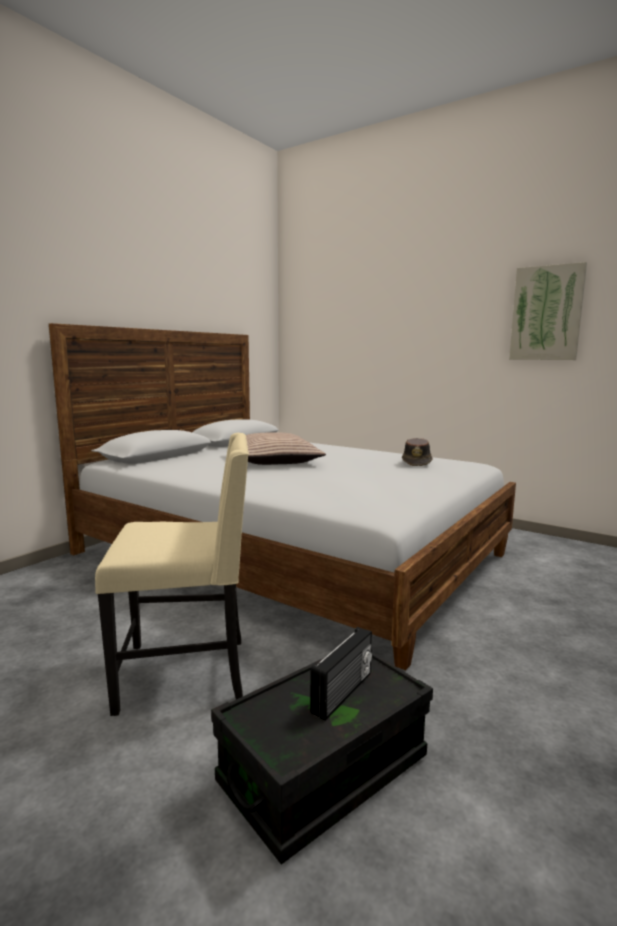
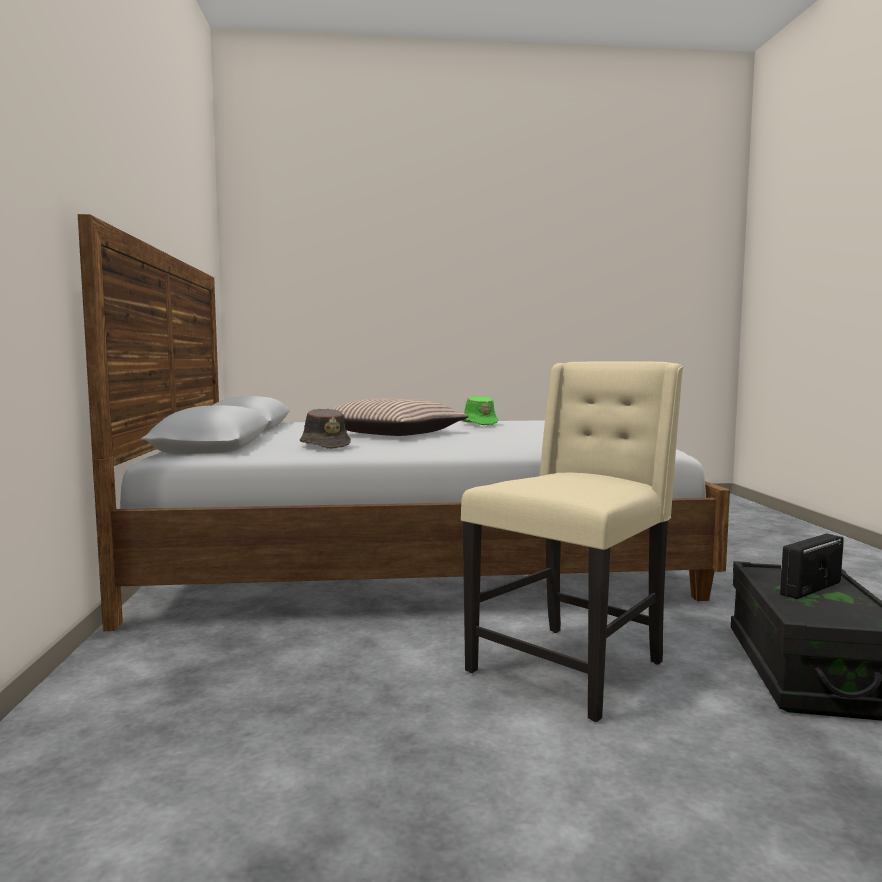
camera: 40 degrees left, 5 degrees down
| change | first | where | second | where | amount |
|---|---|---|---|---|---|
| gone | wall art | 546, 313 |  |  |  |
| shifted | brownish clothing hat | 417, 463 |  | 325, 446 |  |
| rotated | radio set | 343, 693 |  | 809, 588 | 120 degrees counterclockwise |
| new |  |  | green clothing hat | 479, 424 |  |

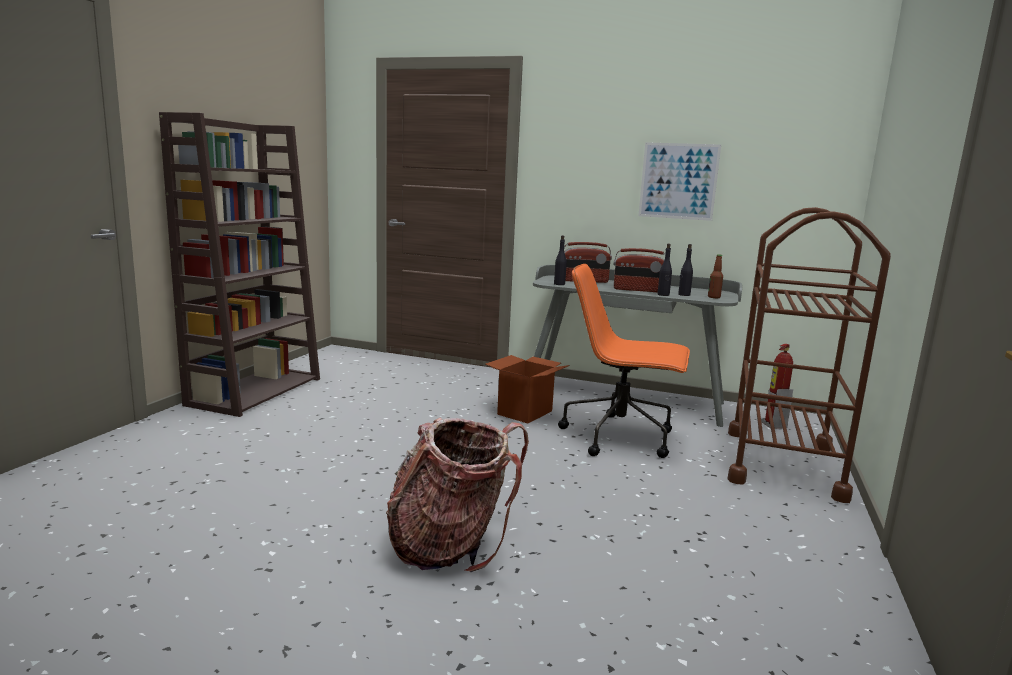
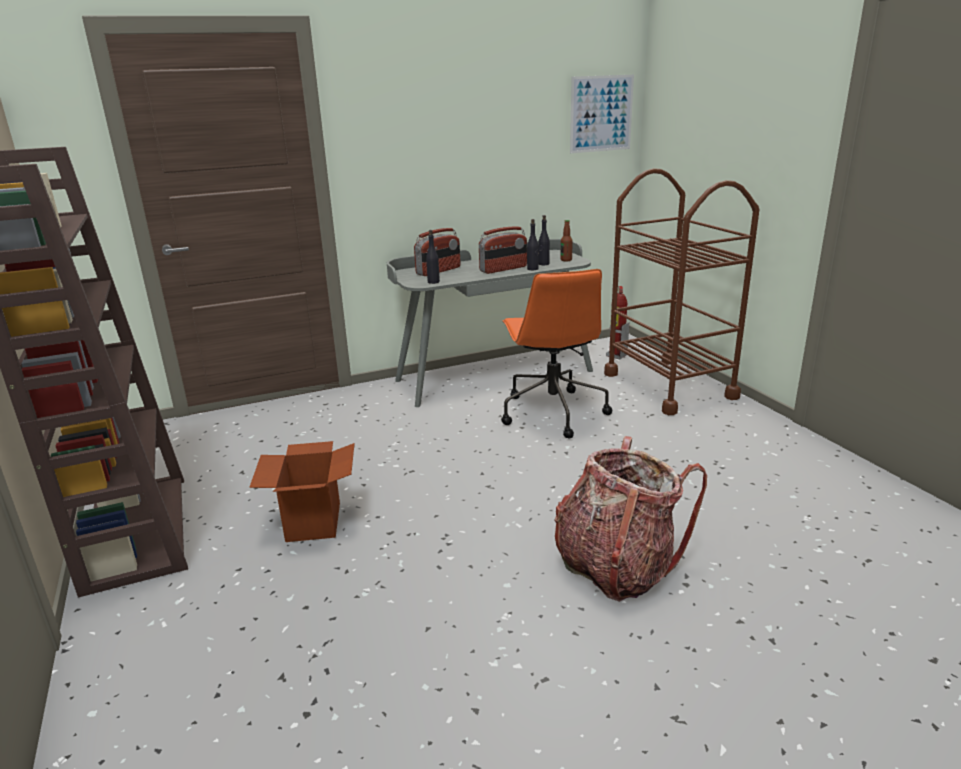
camera: 40 degrees left, 10 degrees up
| change | first | where | second | where | amount |
|---|---|---|---|---|---|
| shifted | wall art | 678, 181 |  | 601, 114 |  |
| rotated | orange-coloured computer chair | 620, 437 |  | 552, 412 | 75 degrees counterclockwise |
| shifted | cardboard box | 525, 412 |  | 313, 521 |  |

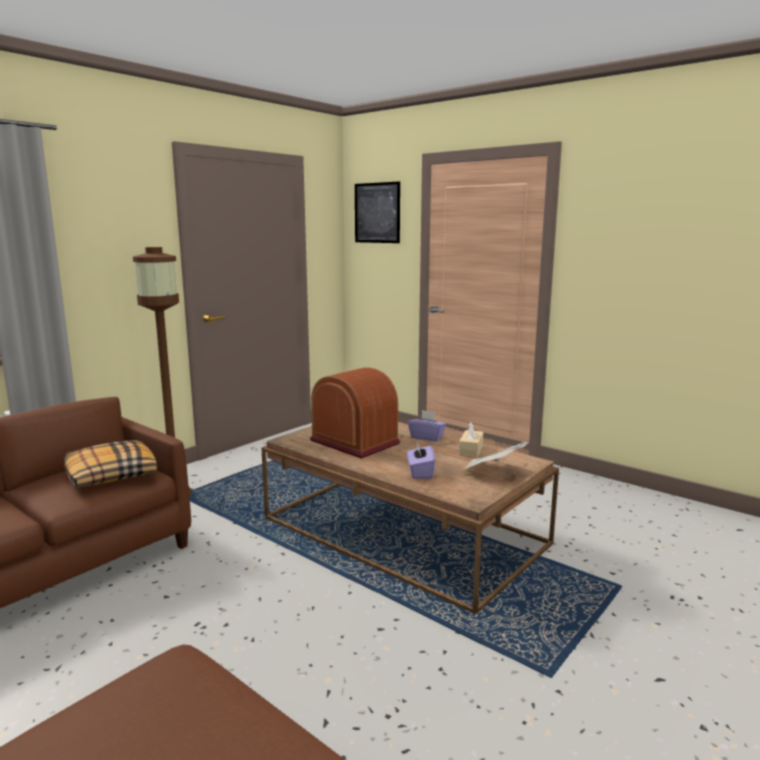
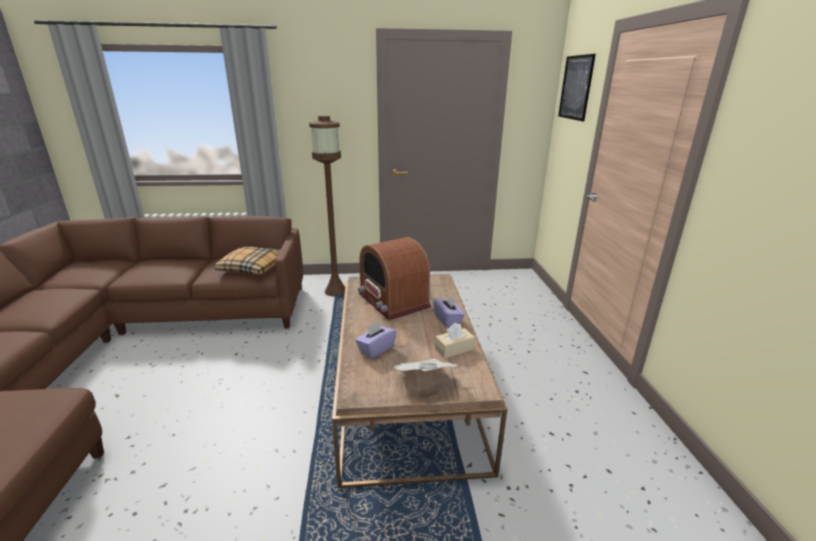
camera: 45 degrees right, 10 degrees up
| change | first | where | second | where | amount |
|---|---|---|---|---|---|
| rotated | radio set | 355, 441 |  | 393, 300 | 150 degrees clockwise |

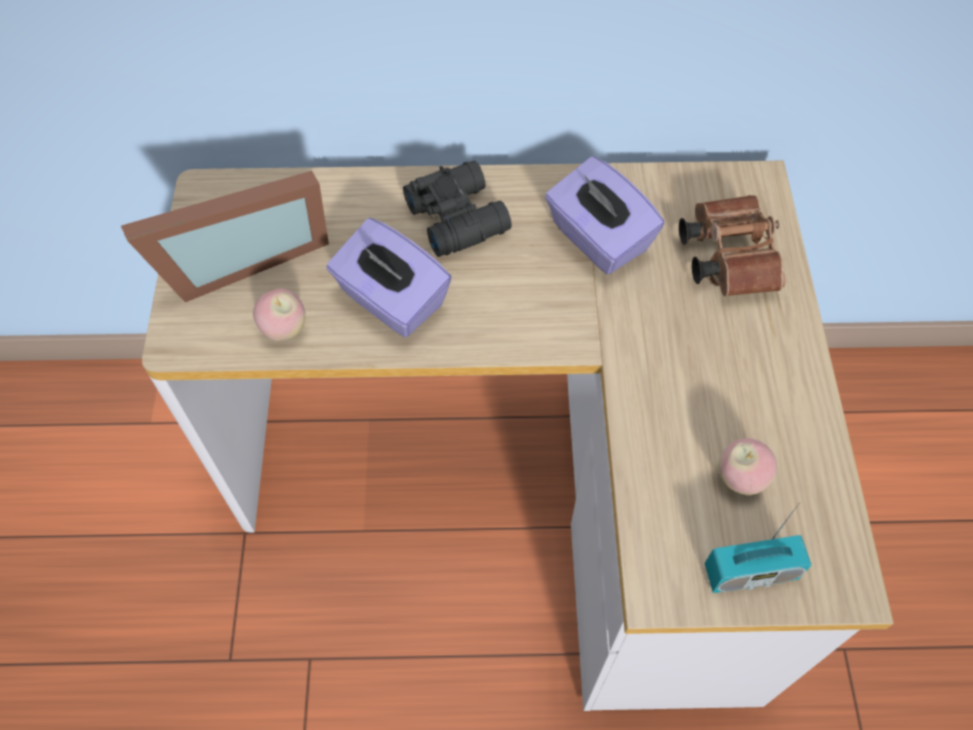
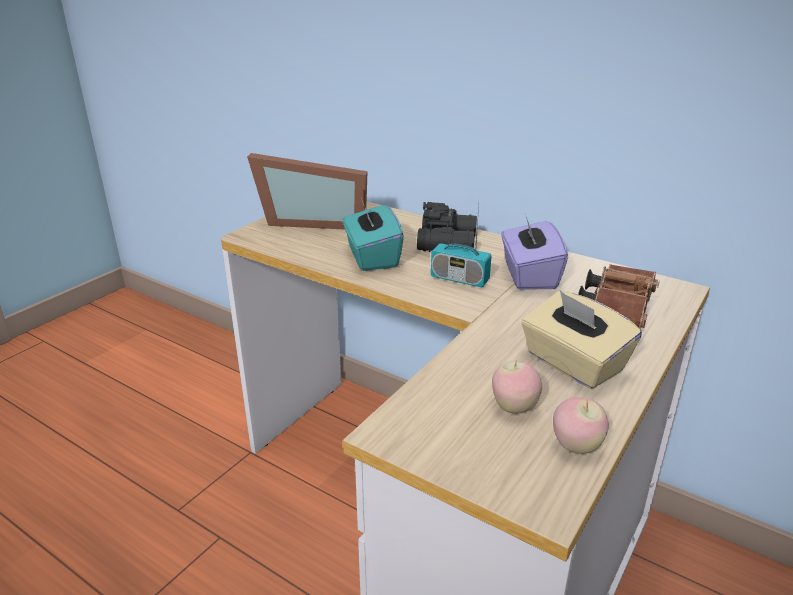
camera: 35 degrees right, 30 degrees down
| change | first | where | second | where | amount |
|---|---|---|---|---|---|
| repainted | purple-coloured tissue box | 391, 300 | turquoise-coloured tissue box | 371, 257 |  |
| shifted | apple | 284, 329 |  | 576, 446 |  |
| shifted | radio set | 750, 573 |  | 459, 279 |  |
| new |  |  | sand-coloured tissue box | 573, 364 |  |

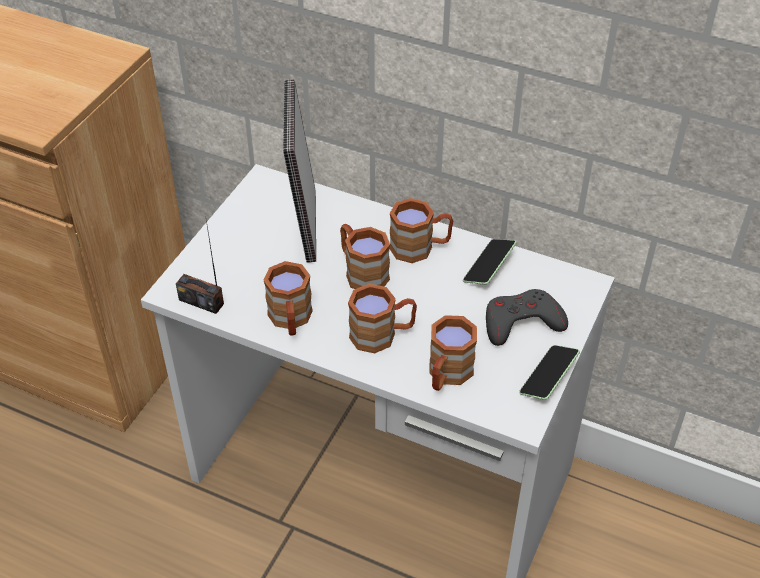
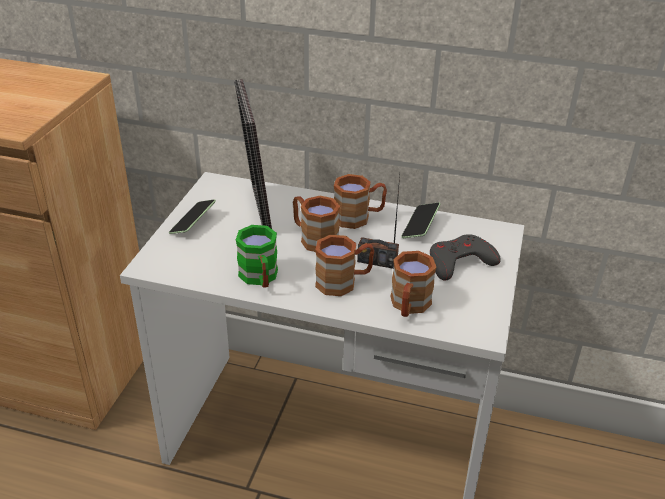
camera: 10 degrees left, 10 degrees down
| change | first | where | second | where | amount |
|---|---|---|---|---|---|
| shifted | radio set | 201, 301 |  | 377, 261 |  |
| repainted | brownish mug | 290, 320 | green mug | 260, 278 |  |
| shifted | phone | 548, 378 |  | 193, 223 |  |

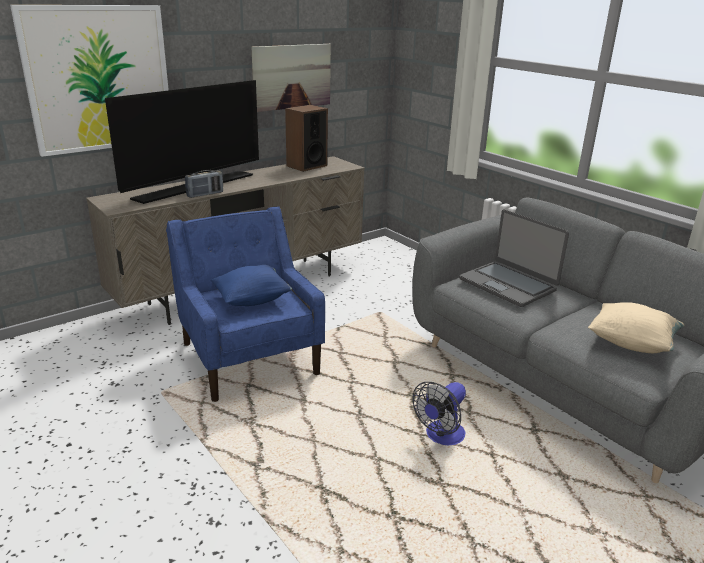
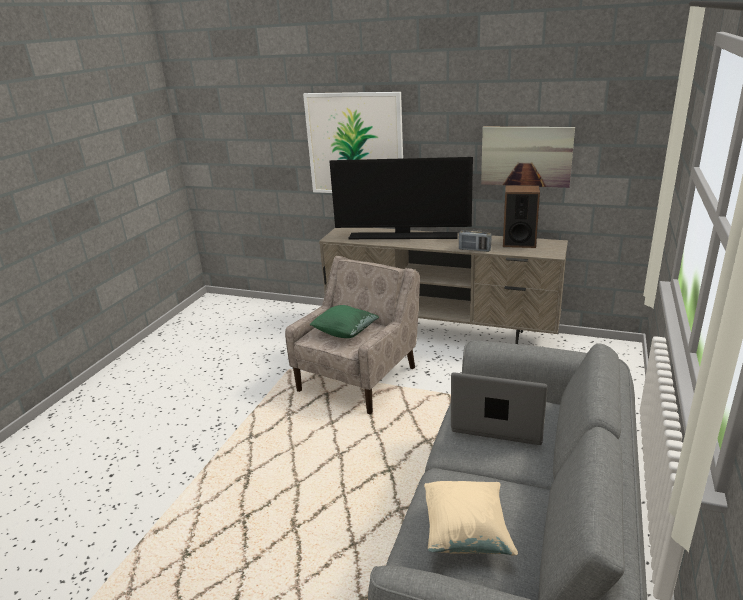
camera: 60 degrees right, 0 degrees up
| change | first | where | second | where | amount |
|---|---|---|---|---|---|
| shifted | radio set | 205, 194 |  | 474, 250 |  |
| repainted | blue lounge chair | 249, 357 | sand-coloured lounge chair | 358, 378 |  |
| rotated | notebook computer | 508, 284 |  | 499, 421 | 90 degrees clockwise |
| repainted | blue pillow | 252, 300 | green pillow | 345, 333 |  |
| gone | fan | 441, 437 |  |  |  |

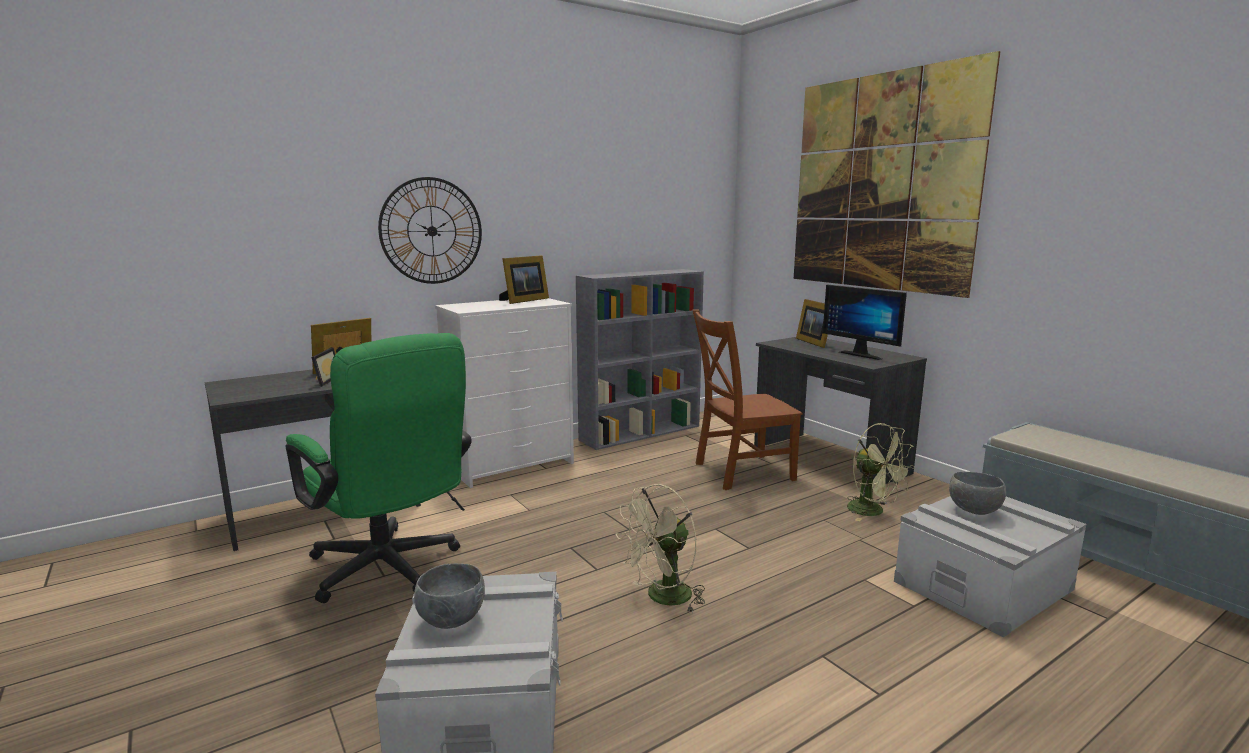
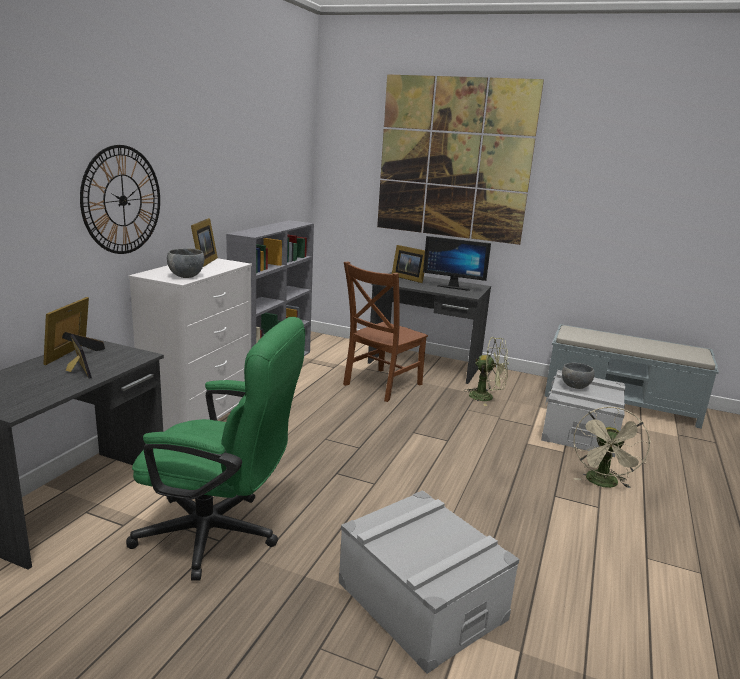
camera: 35 degrees left, 5 degrees up
| change | first | where | second | where | amount |
|---|---|---|---|---|---|
| shifted | sand-coloured fan | 662, 598 |  | 603, 484 |  |
| shifted | gray deep dish | 451, 620 |  | 185, 276 |  |

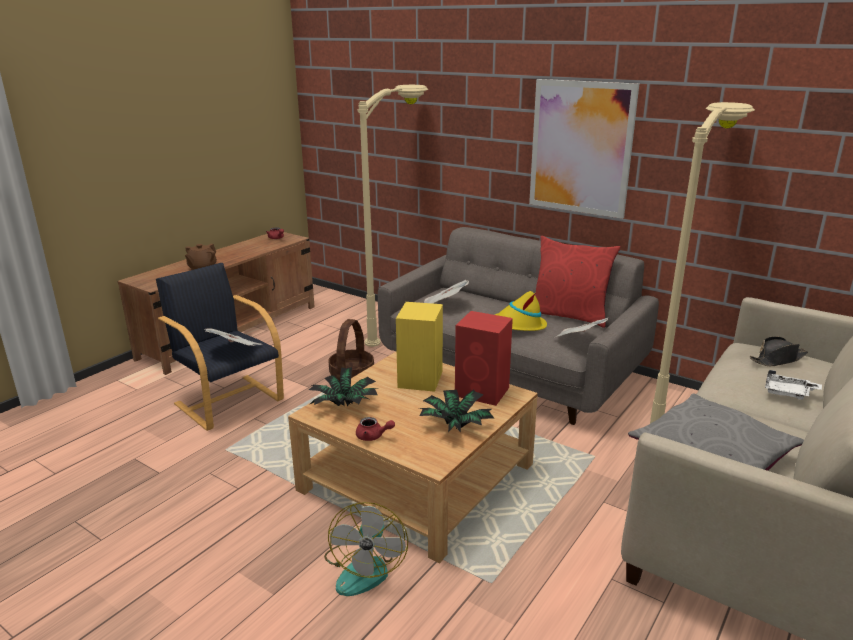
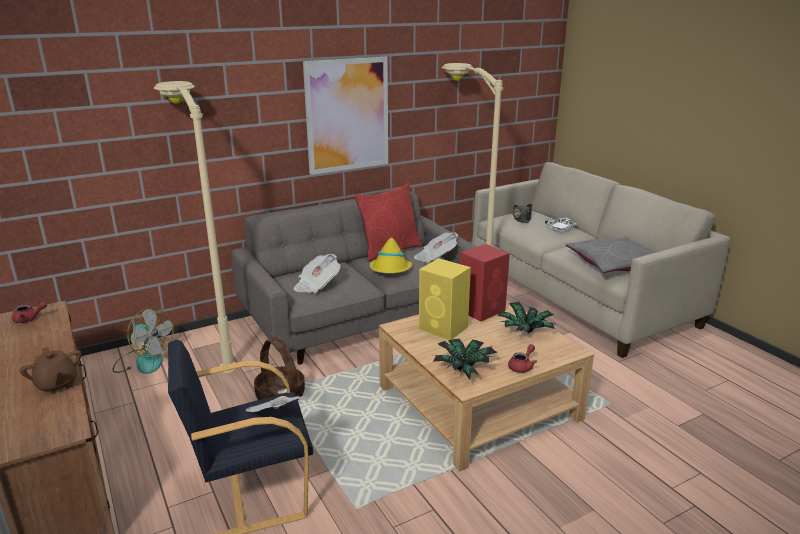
camera: 65 degrees left, 0 degrees up
| change | first | where | second | where | amount |
|---|---|---|---|---|---|
| shifted | fan | 365, 567 |  | 144, 361 |  |

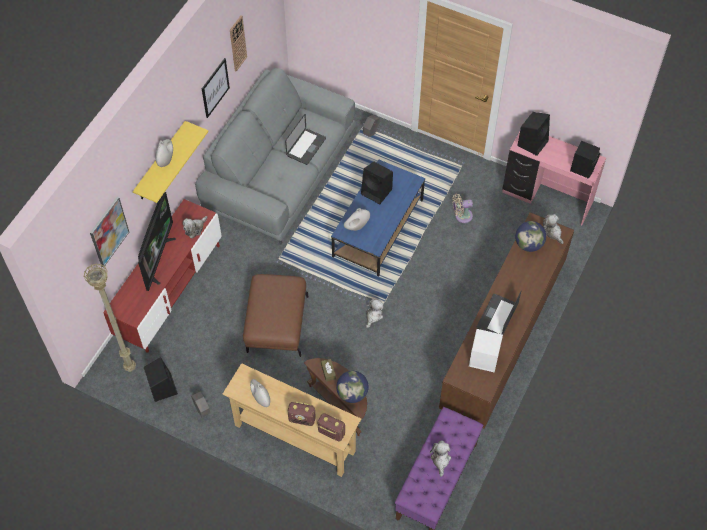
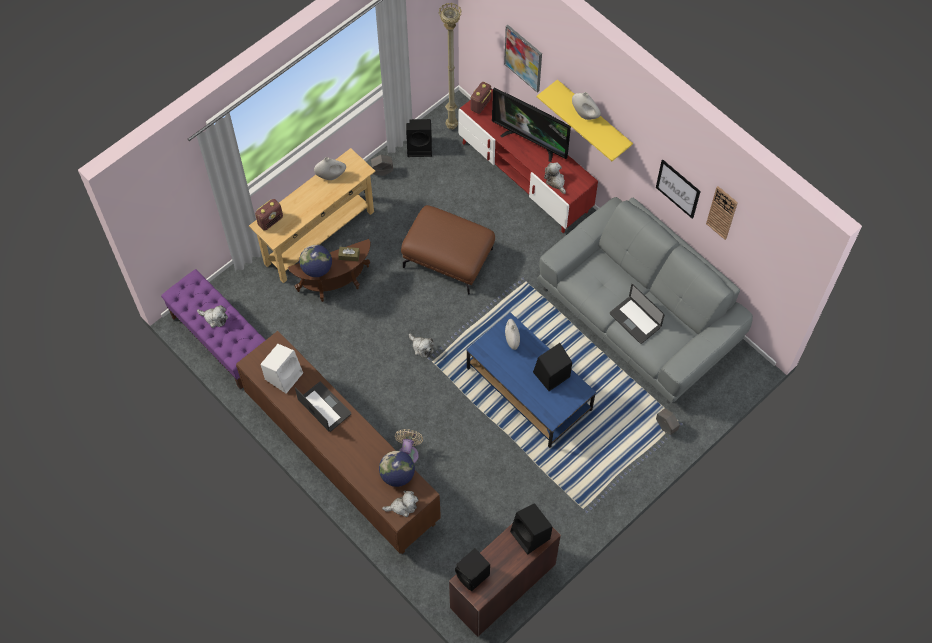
camera: 110 degrees right, 5 degrees up
| change | first | where | second | where | amount |
|---|---|---|---|---|---|
| repainted | pinkish desk | 547, 198 | brownish desk | 502, 585 |  |
| shifted | sand-coloured fan | 461, 216 |  | 408, 453 |  |
| shifted | radio set | 302, 419 |  | 480, 105 |  |

